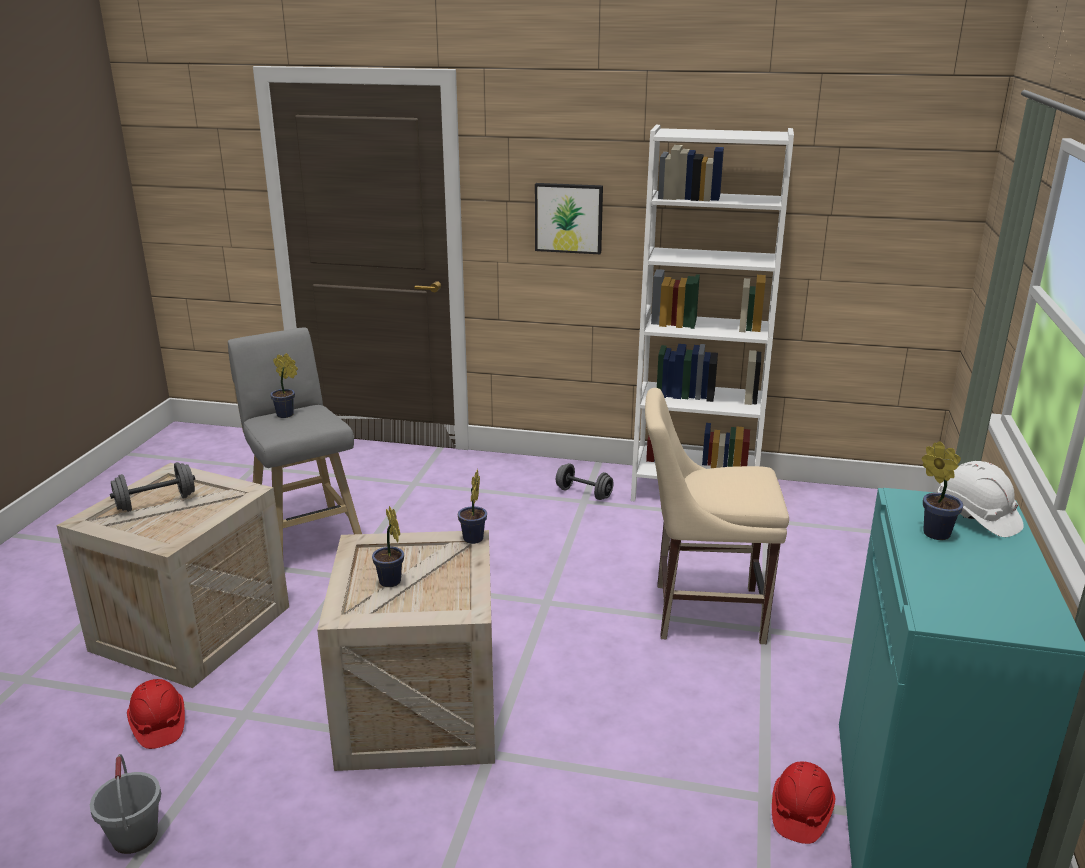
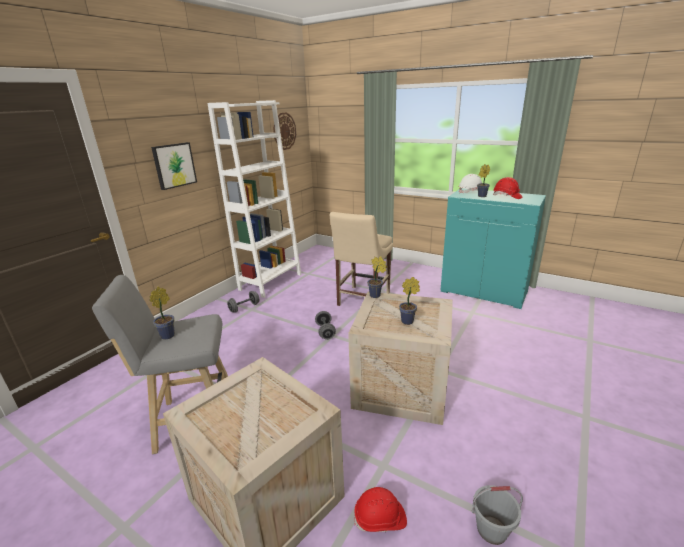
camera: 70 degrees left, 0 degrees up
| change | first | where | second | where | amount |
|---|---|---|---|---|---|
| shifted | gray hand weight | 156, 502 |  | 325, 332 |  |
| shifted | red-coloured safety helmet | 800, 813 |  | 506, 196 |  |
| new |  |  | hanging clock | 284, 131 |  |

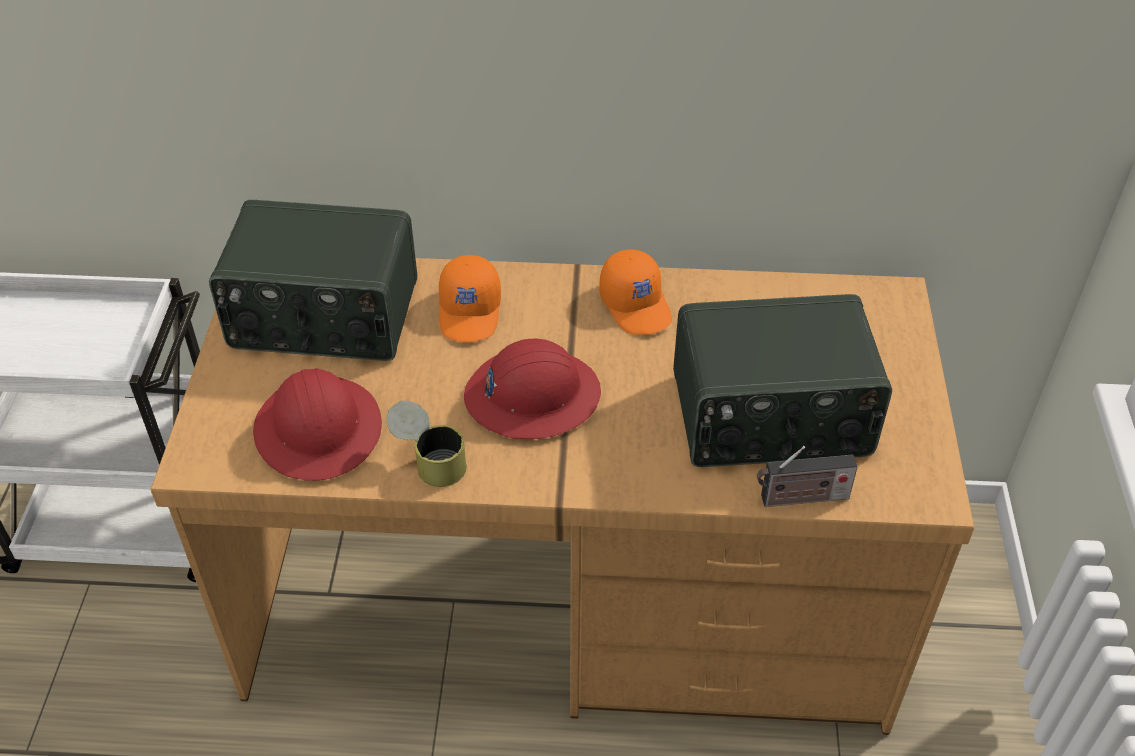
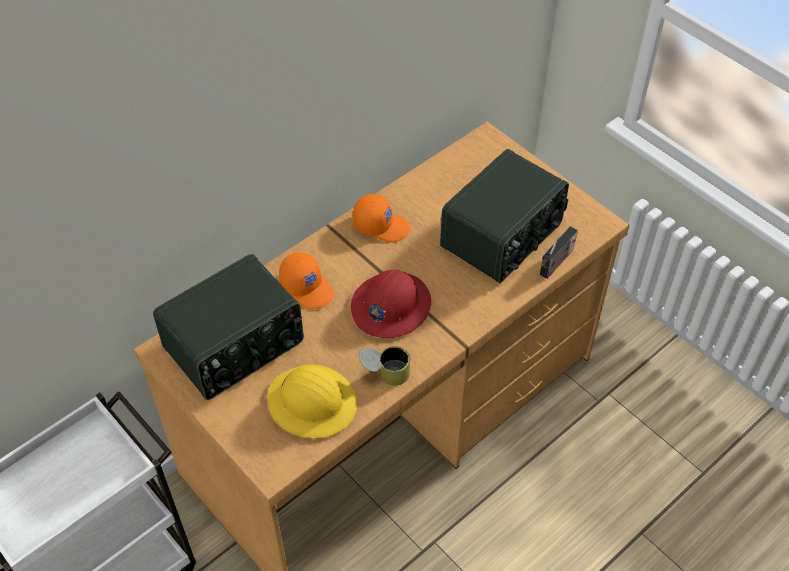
camera: 45 degrees left, 5 degrees up
| change | first | where | second | where | amount |
|---|---|---|---|---|---|
| repainted | red-coloured safety helmet | 319, 429 | yellow-coloured safety helmet | 312, 402 |  |

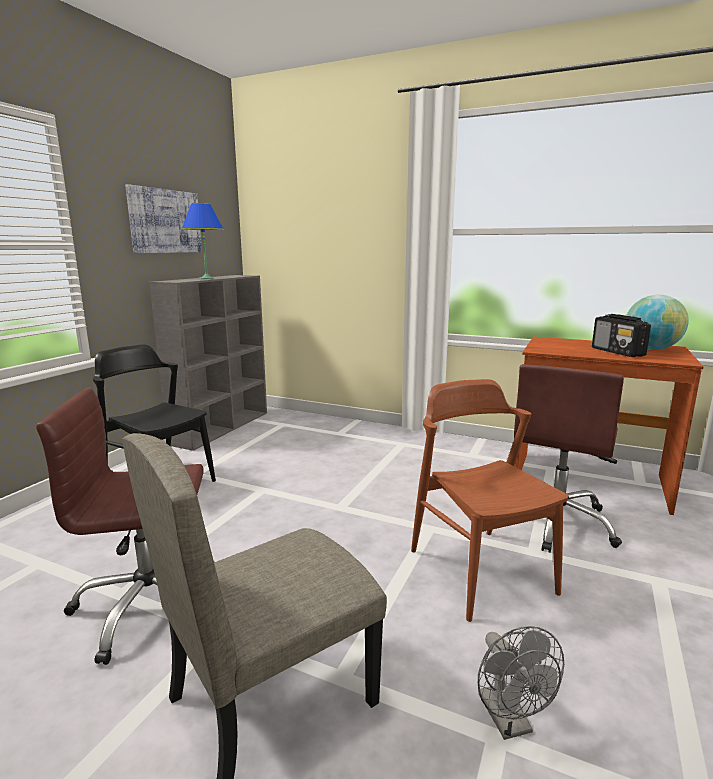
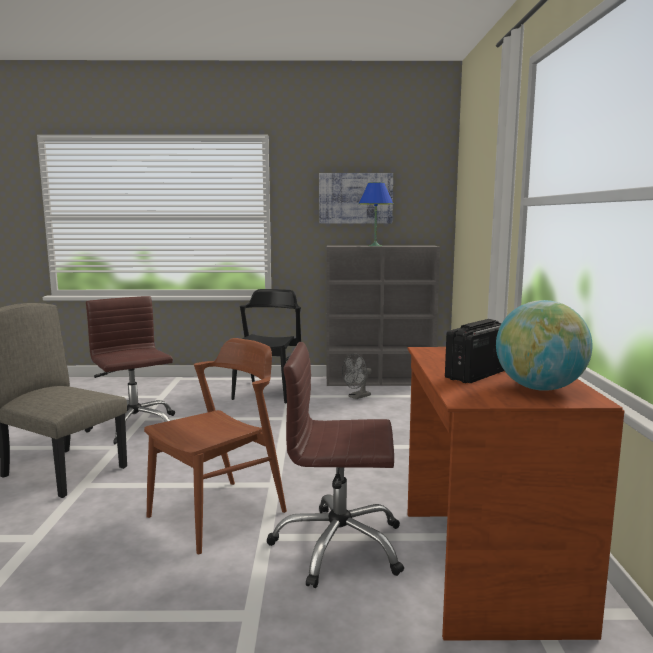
camera: 65 degrees right, 5 degrees down
| change | first | where | second | where | amount |
|---|---|---|---|---|---|
| shifted | gray fan | 510, 722 |  | 357, 397 |  |

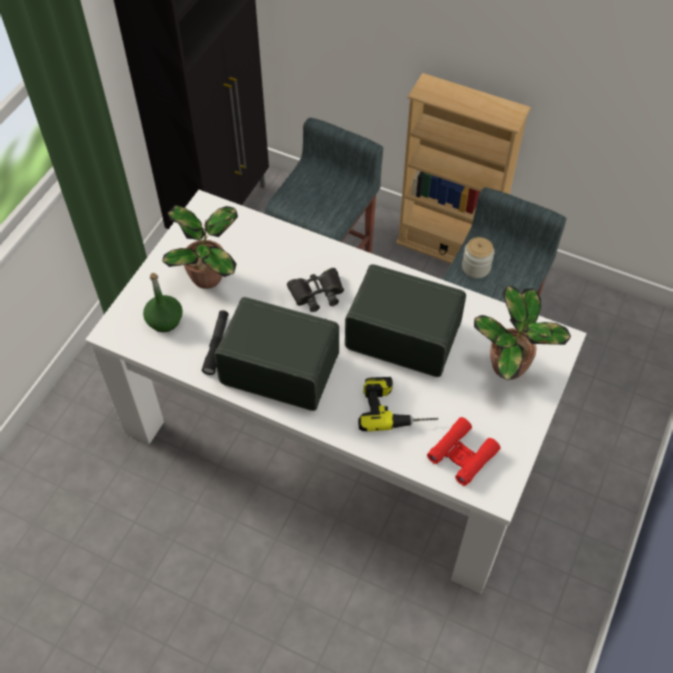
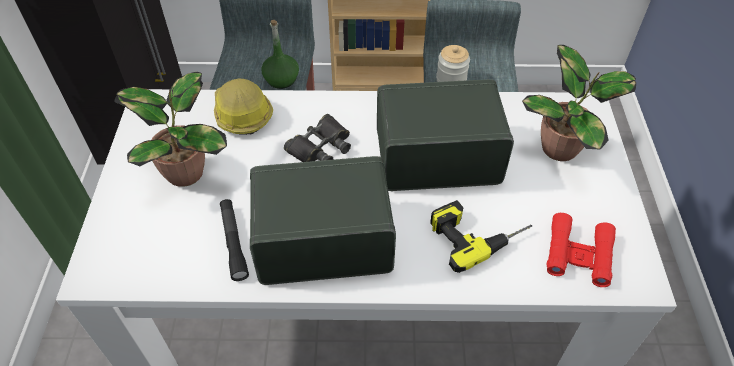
camera: 25 degrees left, 5 degrees down
| change | first | where | second | where | amount |
|---|---|---|---|---|---|
| shifted | green beverage bottle | 165, 320 |  | 281, 79 |  |
| new |  |  | safety helmet | 242, 114 |  |

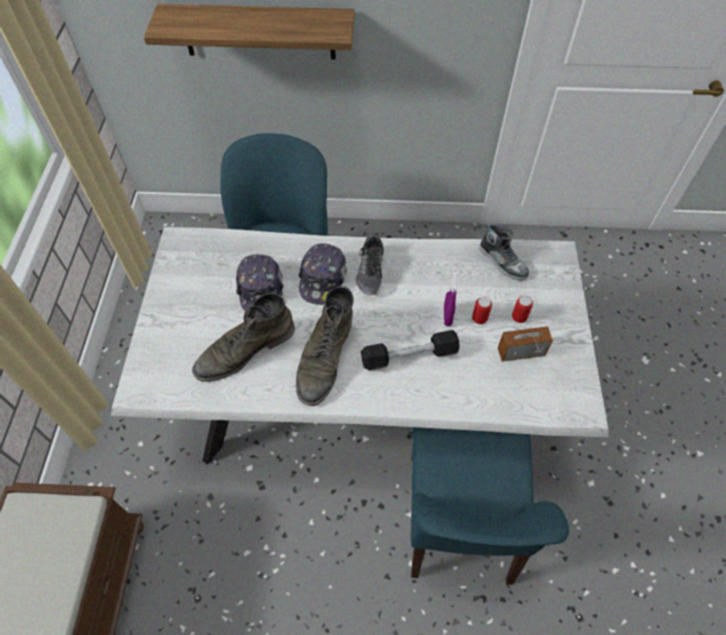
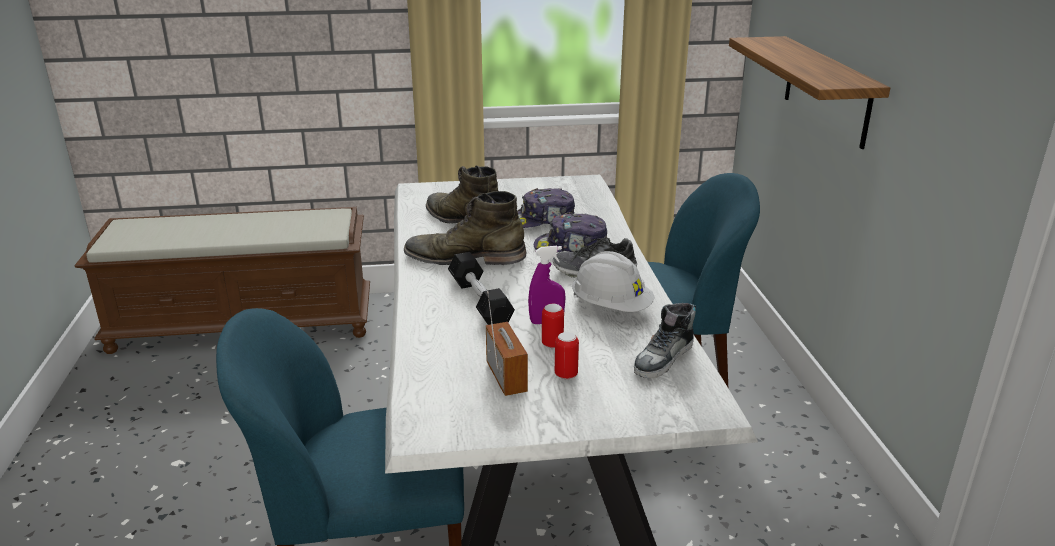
camera: 80 degrees right, 30 degrees down
| change | first | where | second | where | amount |
|---|---|---|---|---|---|
| new |  |  | whitish safety helmet | 611, 307 |  |

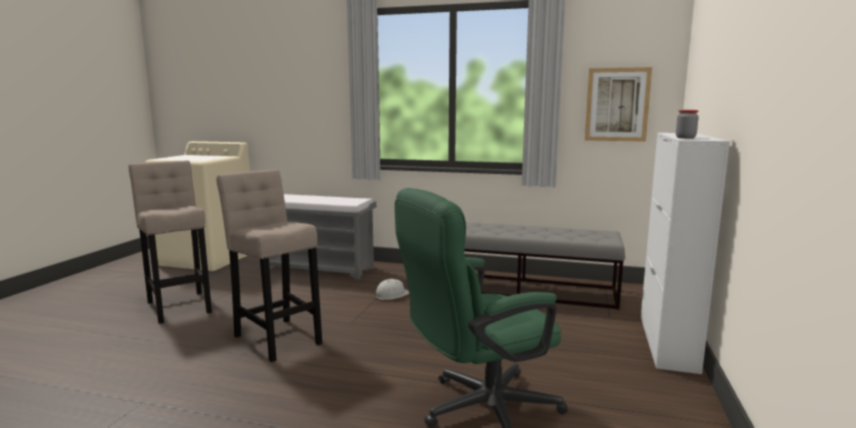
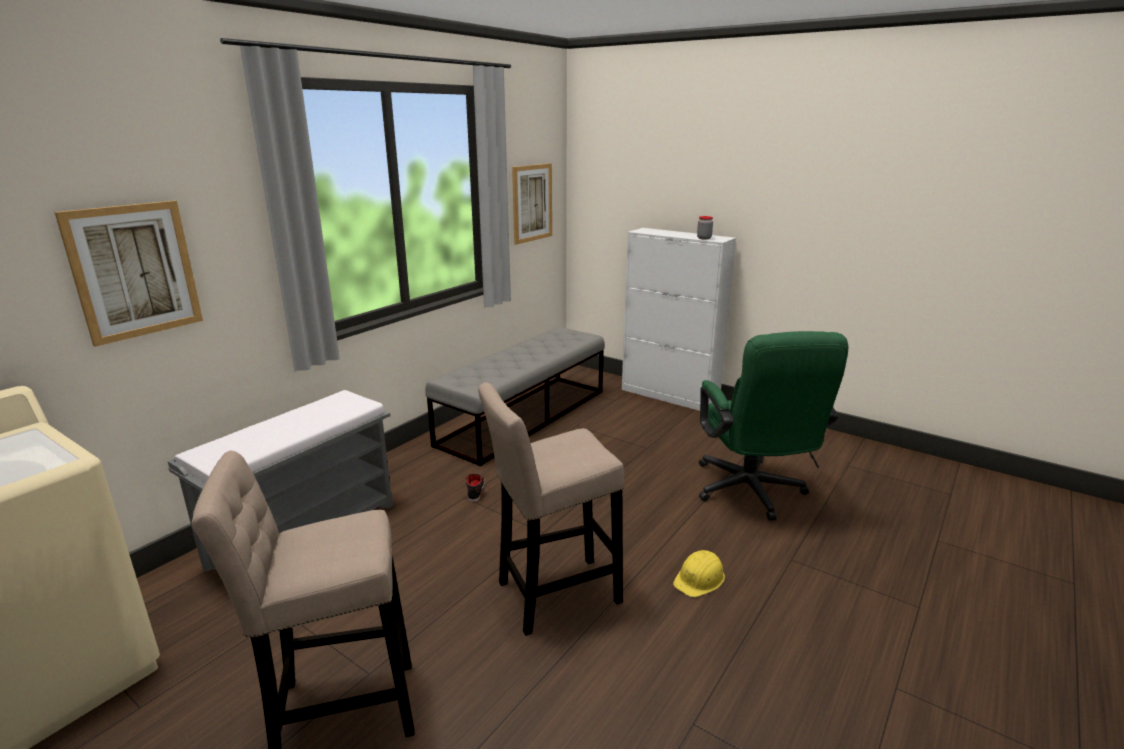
camera: 70 degrees left, 10 degrees up
| change | first | where | second | where | amount |
|---|---|---|---|---|---|
| swapped | whitish safety helmet | 391, 295 | black shoe | 475, 490 |  |
| new |  |  | wall art | 134, 271 |  |
| new |  |  | yellow-coloured safety helmet | 700, 579 |  |

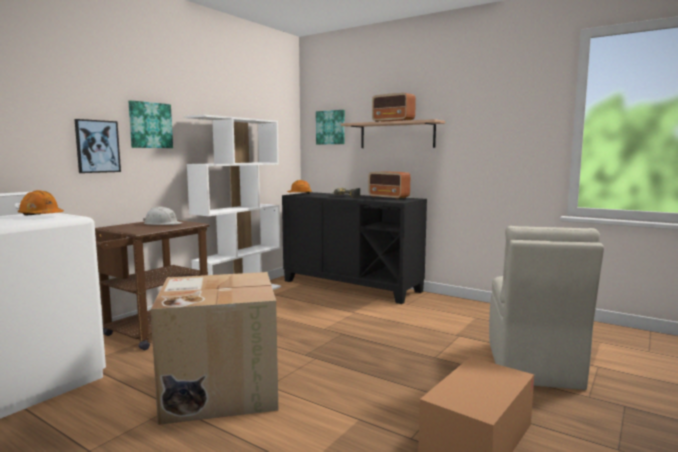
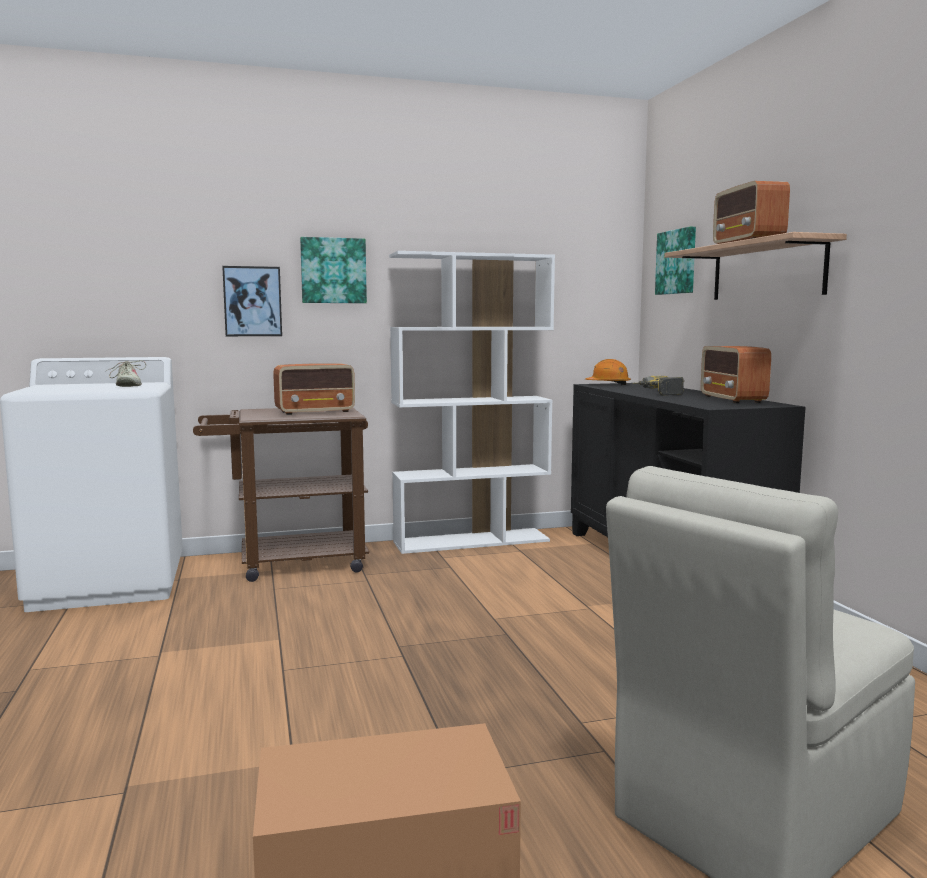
camera: 40 degrees right, 0 degrees up
| change | first | where | second | where | amount |
|---|---|---|---|---|---|
| swapped | orange-coloured safety helmet | 41, 216 | sand-coloured shoe | 127, 386 |  |
| swapped | whitish safety helmet | 163, 224 | radio set | 316, 412 |  |
| gone | cardboard box | 219, 388 |  |  |  |

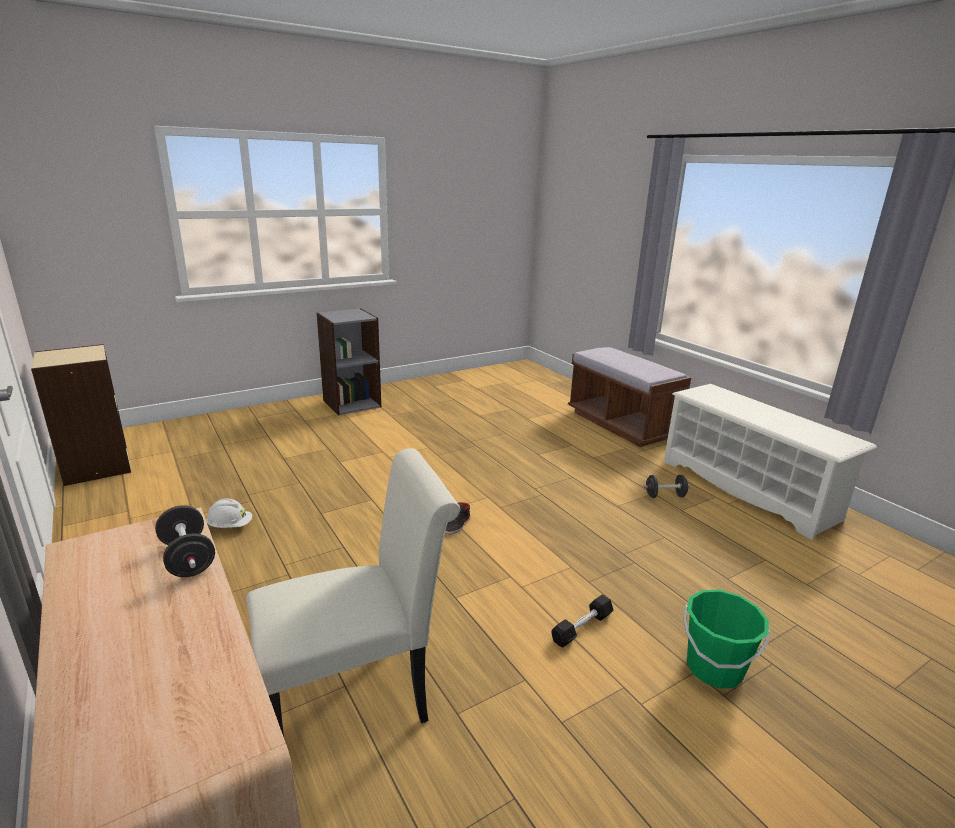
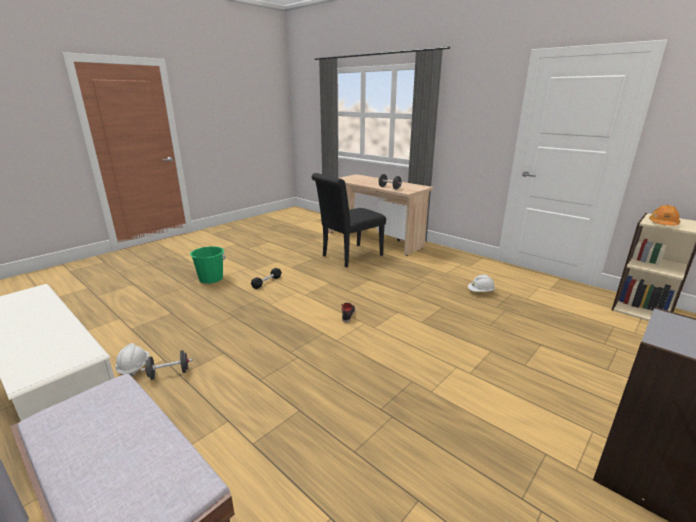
camera: 165 degrees right, 0 degrees up
| change | first | where | second | where | amount |
|---|---|---|---|---|---|
| repainted | whitish upright chair | 357, 697 | black upright chair | 349, 256 |  |
| new |  |  | orange-coloured safety helmet | 663, 223 |  |
| new |  |  | whitish safety helmet | 134, 368 |  |

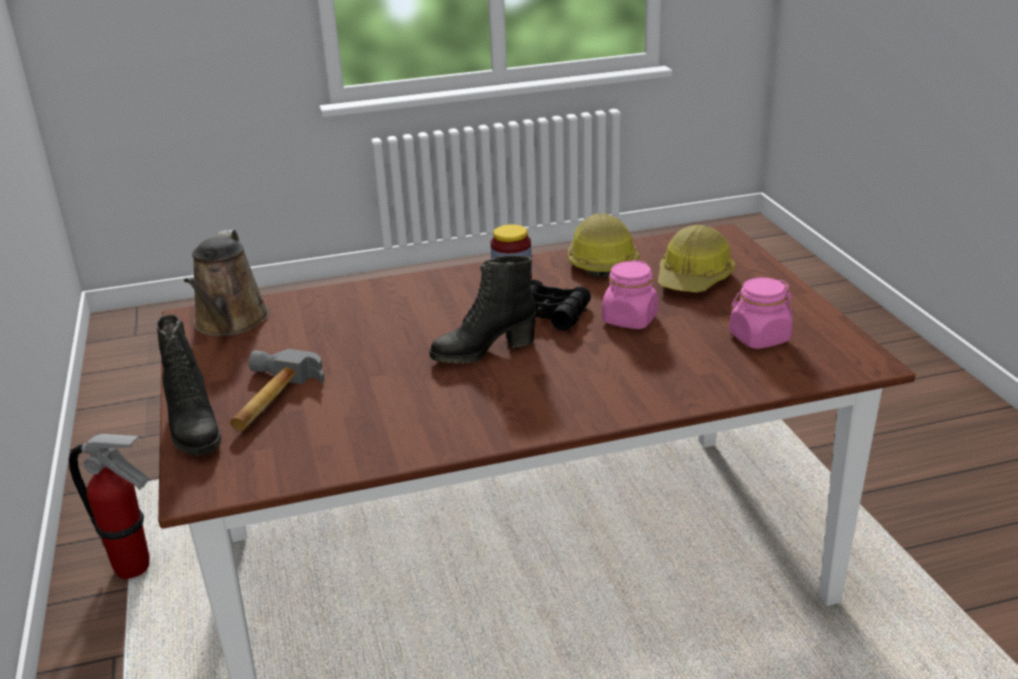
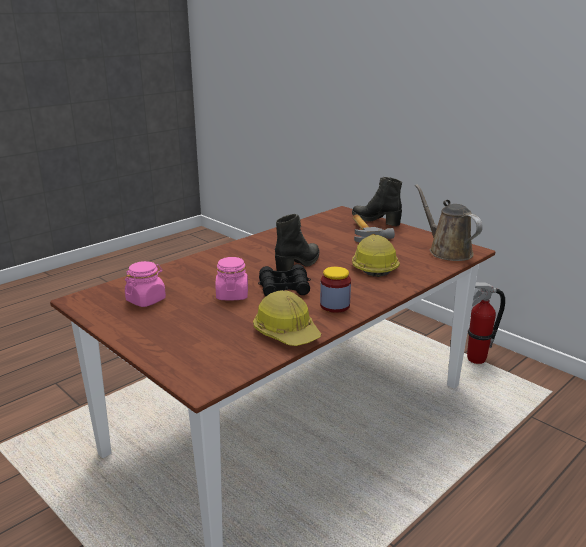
camera: 150 degrees right, 5 degrees down
| change | first | where | second | where | amount |
|---|---|---|---|---|---|
| shifted | safety helmet | 694, 278 |  | 373, 266 |  |

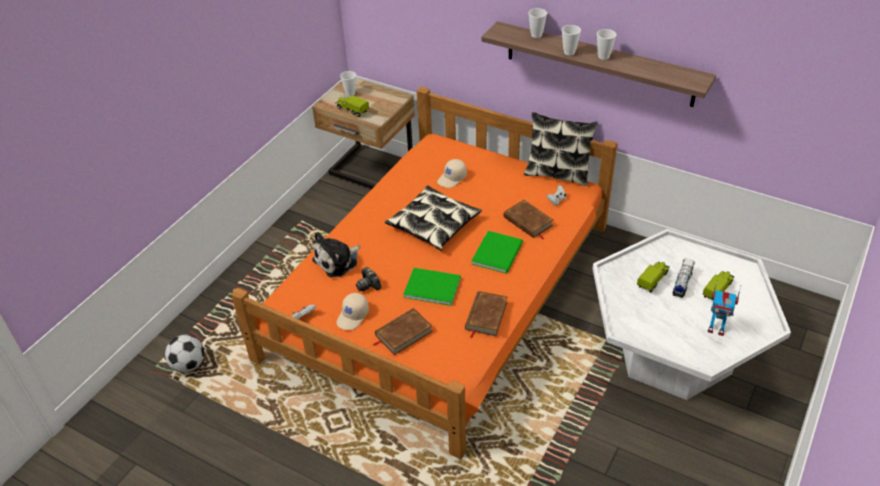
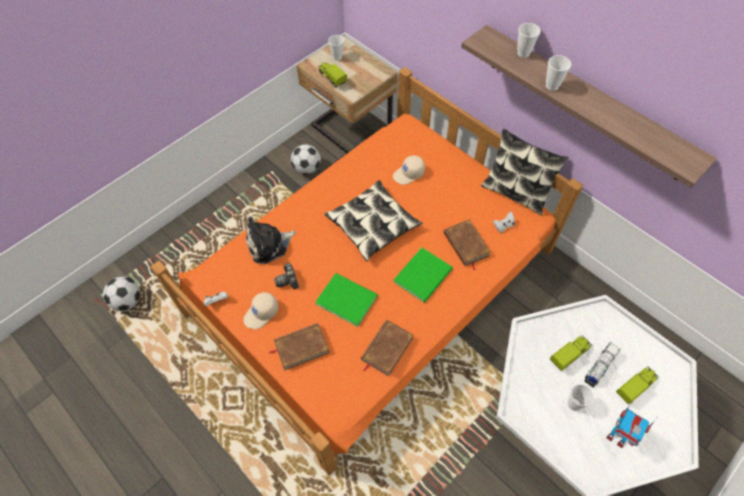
camera: 15 degrees right, 15 degrees up
| change | first | where | second | where | amount |
|---|---|---|---|---|---|
| shifted | drinking cup | 603, 57 |  | 574, 404 |  |
| new |  |  | football | 307, 168 |  |

